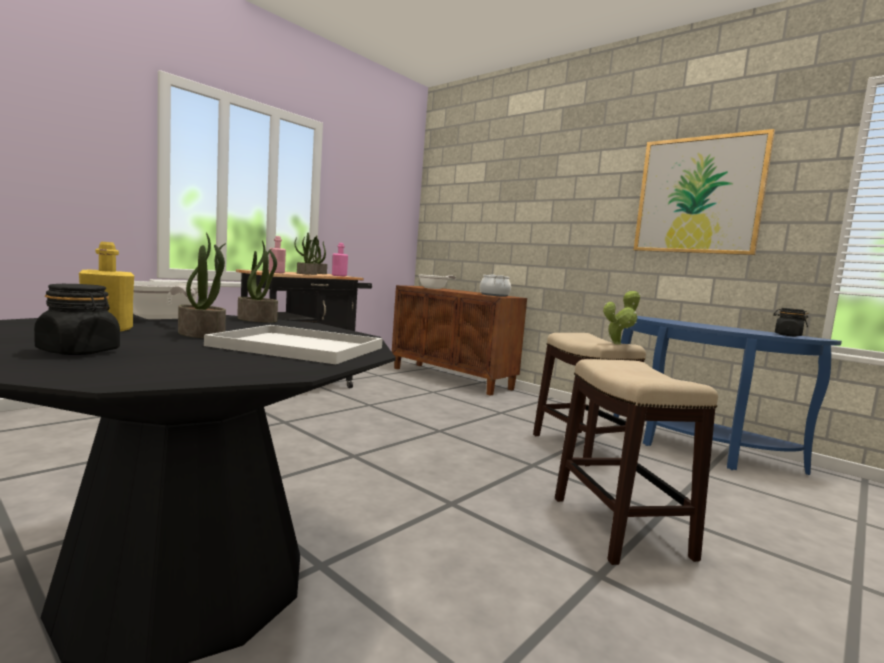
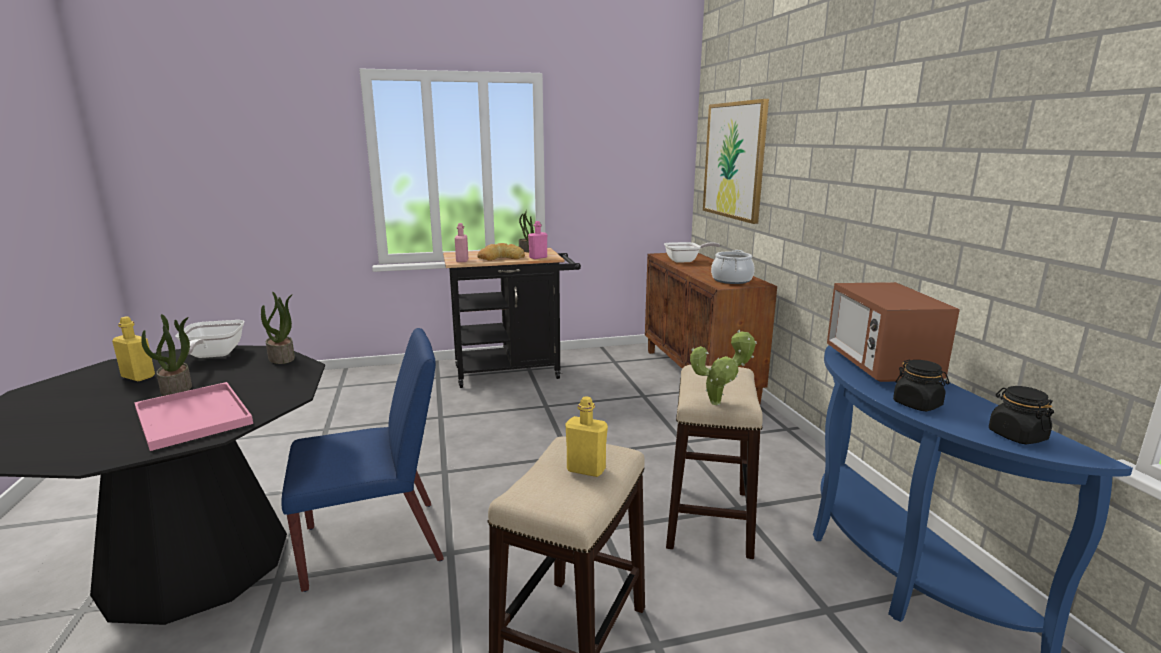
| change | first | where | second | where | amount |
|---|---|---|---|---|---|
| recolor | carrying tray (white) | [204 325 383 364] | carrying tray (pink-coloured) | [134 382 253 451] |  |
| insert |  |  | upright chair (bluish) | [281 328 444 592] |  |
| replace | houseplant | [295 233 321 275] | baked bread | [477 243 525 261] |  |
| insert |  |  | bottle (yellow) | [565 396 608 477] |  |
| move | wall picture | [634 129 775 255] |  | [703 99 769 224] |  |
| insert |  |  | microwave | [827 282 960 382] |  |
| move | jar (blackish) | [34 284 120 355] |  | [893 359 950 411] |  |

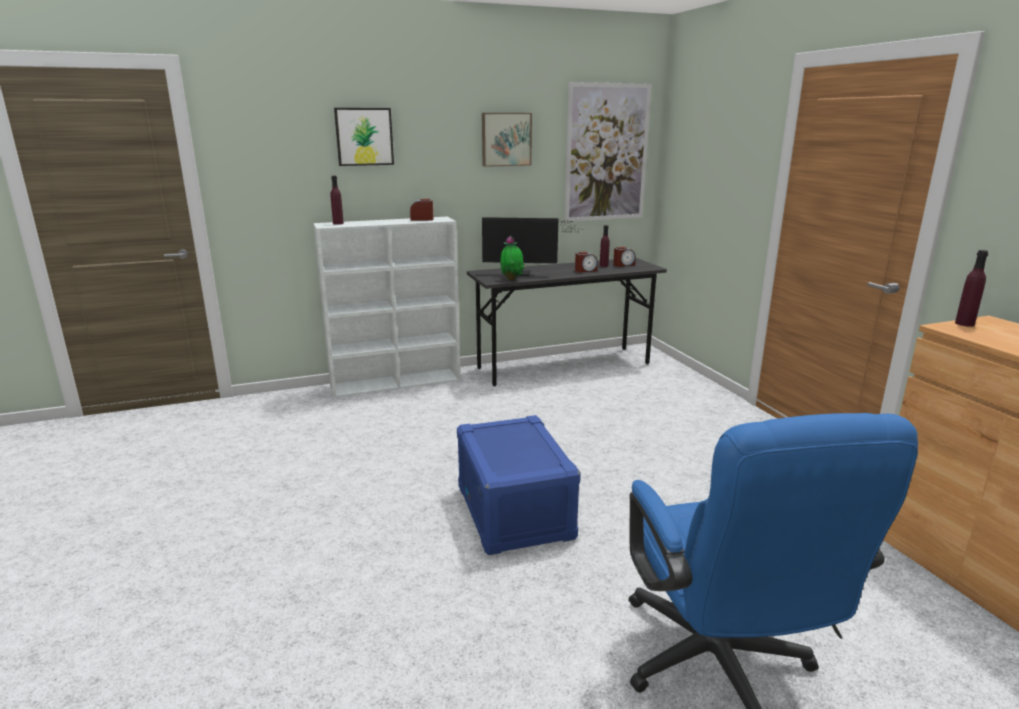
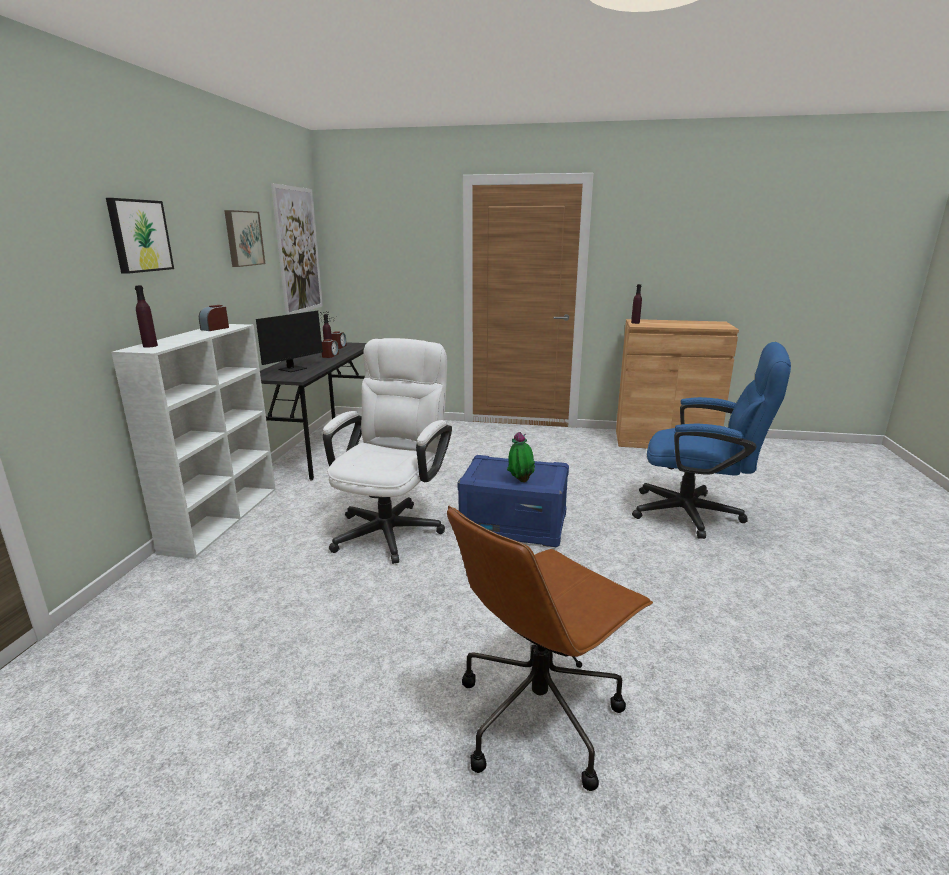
| change | first | where | second | where | amount |
|---|---|---|---|---|---|
| insert |  |  | desk chair (white) | [323 338 452 564] |  |
| insert |  |  | desk chair (brown) | [447 505 653 791] |  |
| move | houseplant | [501 236 524 281] |  | [507 432 535 482] |  |

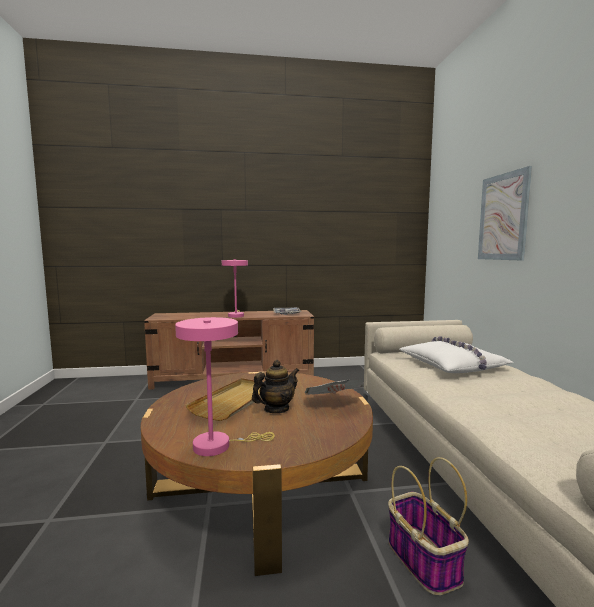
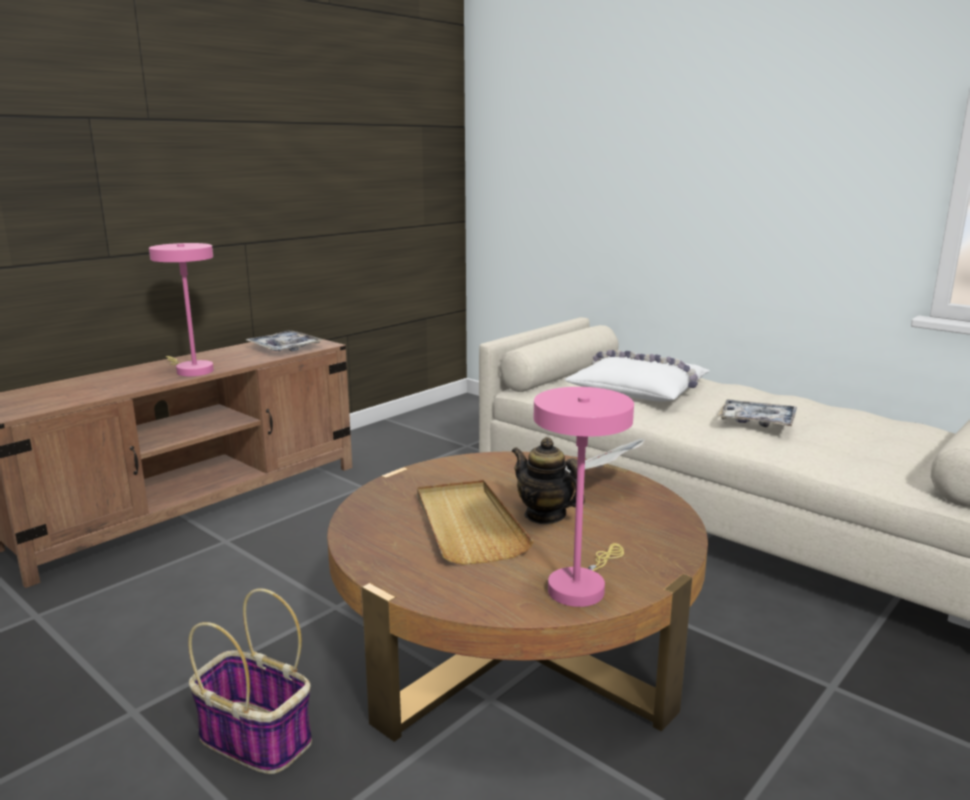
| change | first | where | second | where | amount |
|---|---|---|---|---|---|
| move | basket | [388 457 469 595] |  | [188 588 312 774] |  |
| rotate | teapot | [252 360 299 413] |  | [512 437 585 524] | 60 degrees counterclockwise |
| insert |  |  | carrying tray | [717 399 797 427] |  |
| delete | wall picture | [478 166 532 261] |  |  |  |

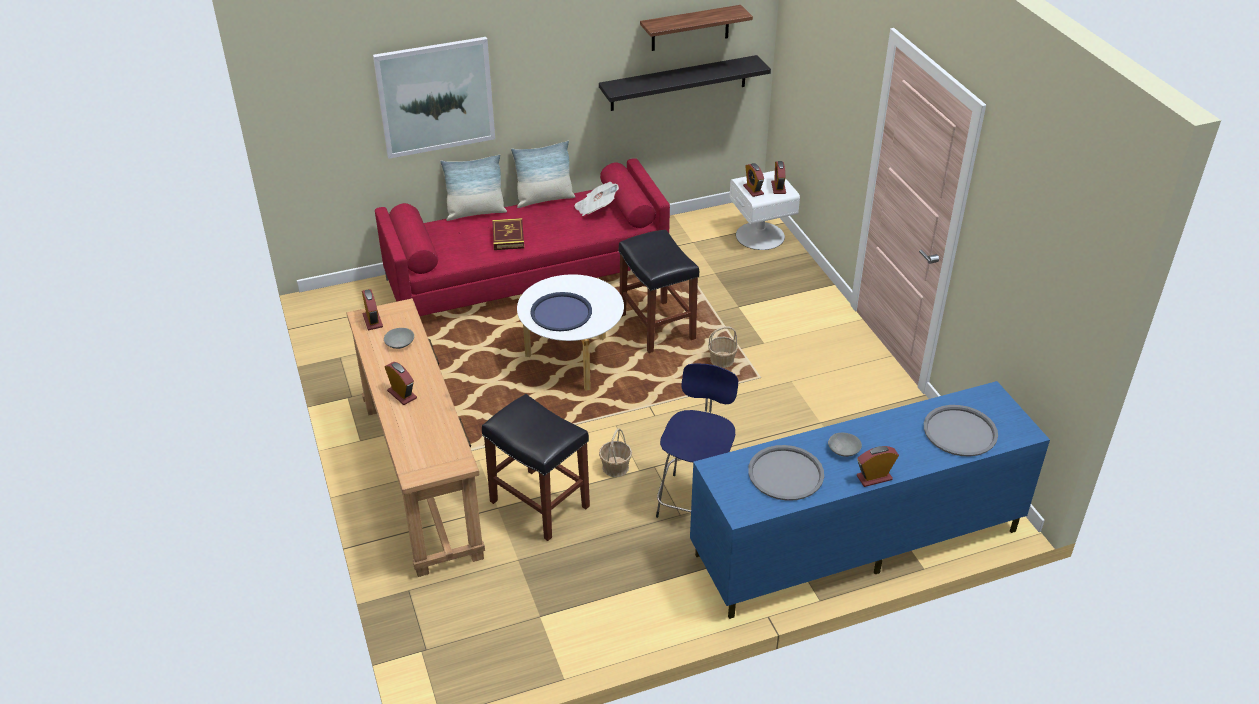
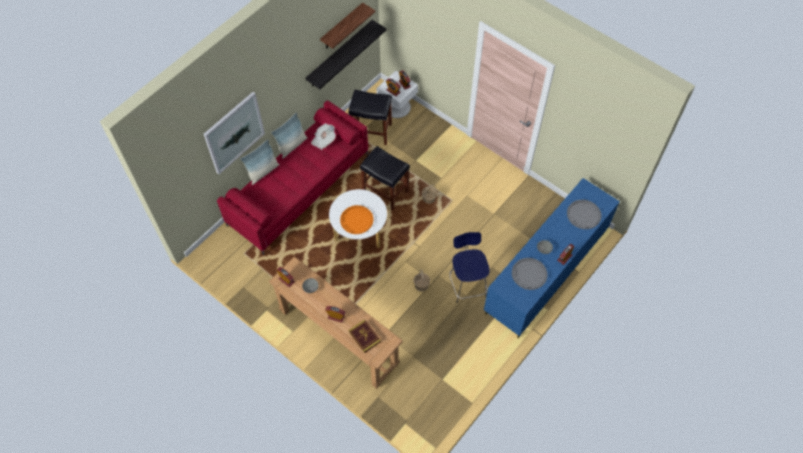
| change | first | where | second | where | amount |
|---|---|---|---|---|---|
| recolor | carrying tray (bluish) | [530 292 592 331] | carrying tray (orange) | [340 205 374 234] |  |
| move | stool seat (blackish) | [482 394 590 541] |  | [348 90 392 145] |  |
| move | book | [492 218 524 250] |  | [348 320 381 353] |  |

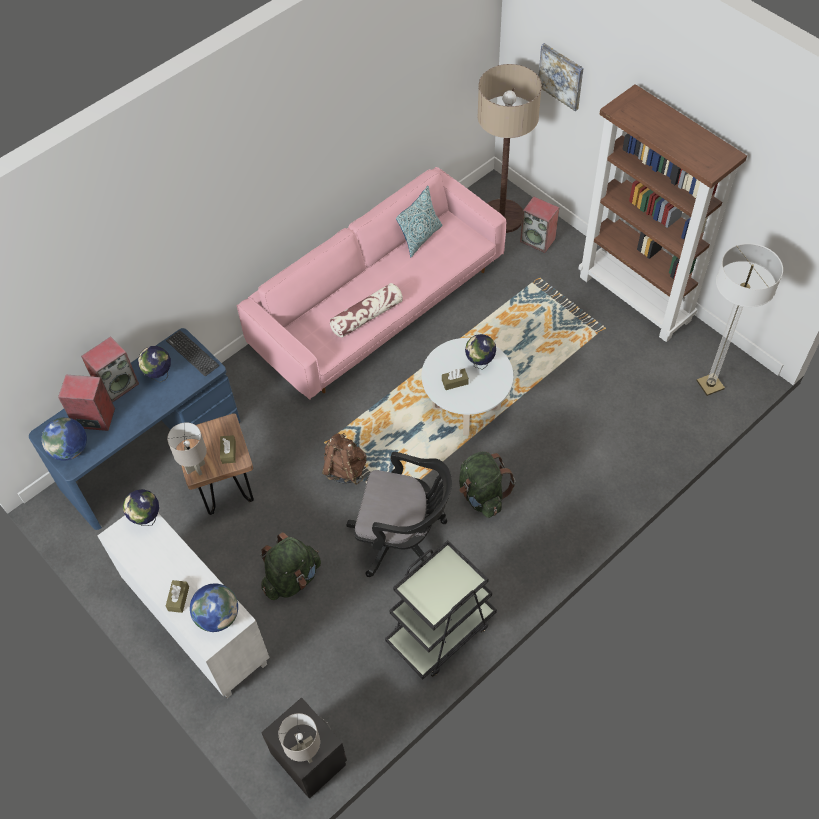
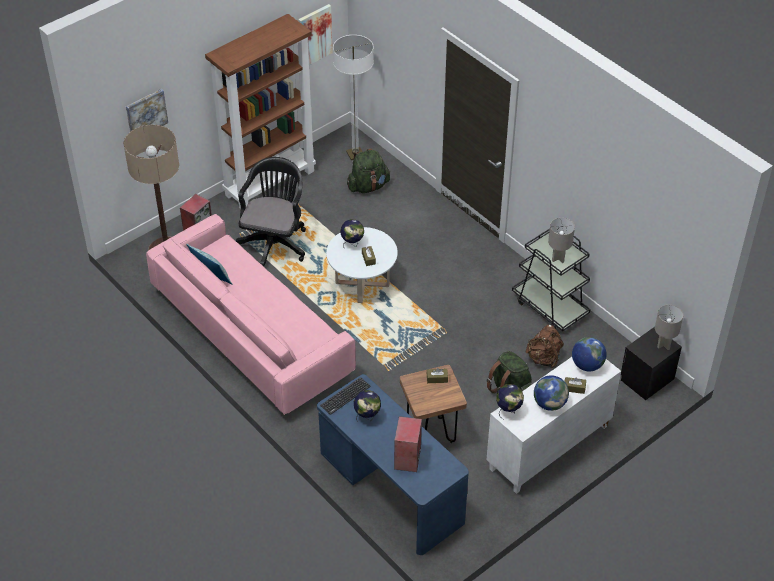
| change | first | where | second | where | amount |
|---|---|---|---|---|---|
| move | desk chair (blackish) | [346 452 452 577] |  | [236 157 306 267] |  |
| insert |  |  | wall picture | [298 4 333 65] |  |
| move | backpack (green-coloured) | [459 452 516 518] |  | [347 149 390 193] |  |
| move | backpack (brown) | [322 433 367 485] |  | [525 325 564 369] |  |
| move | globe | [42 417 87 461] |  | [534 375 569 411] |  |
| move | lamp for a table (gray) | [167 422 207 476] |  | [548 218 575 263] |  |
| delete | audio speaker | [81 336 139 403] |  |  |  |
| delete | cushion | [330 283 403 338] |  |  |  |

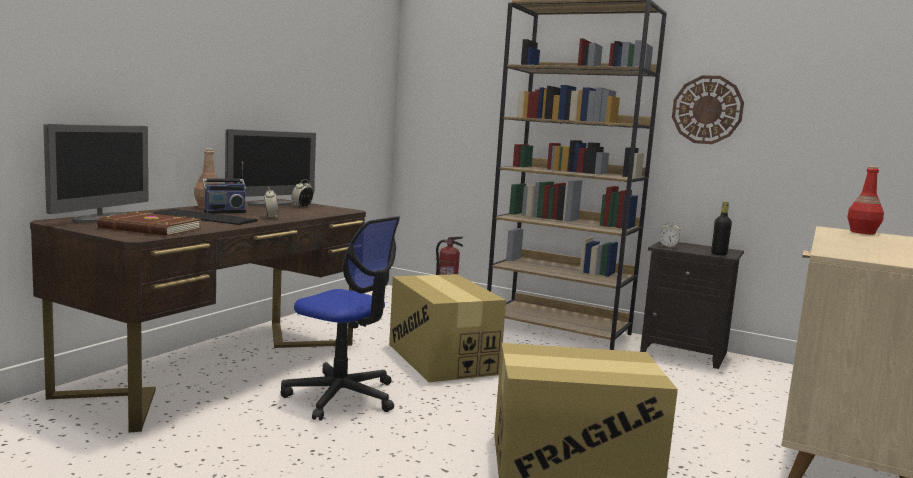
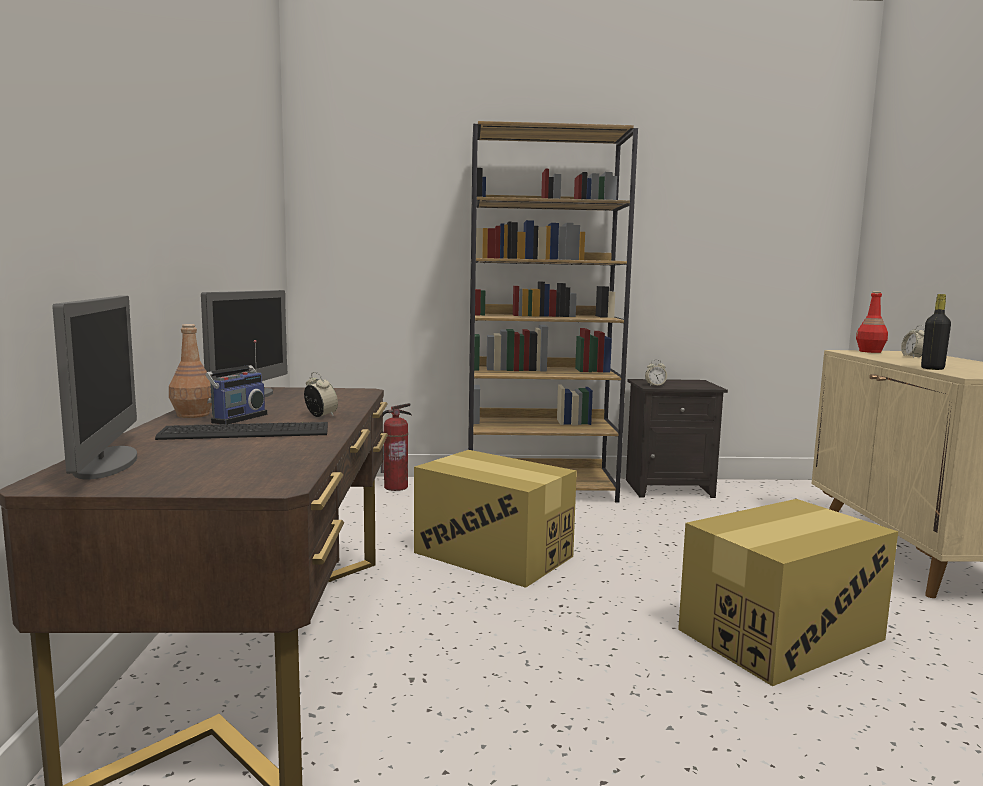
| change | first | where | second | where | amount |
|---|---|---|---|---|---|
| move | alarm clock | [291 179 313 207] |  | [901 325 925 357] |  |
| move | bottle (blackish) | [711 201 732 256] |  | [921 294 951 370] |  |
| delete | book (brown) | [97 212 201 236] |  |  |  |
| delete | desk chair | [281 216 400 421] |  |  |  |
| delete | wall clock | [672 75 744 144] |  |  |  |

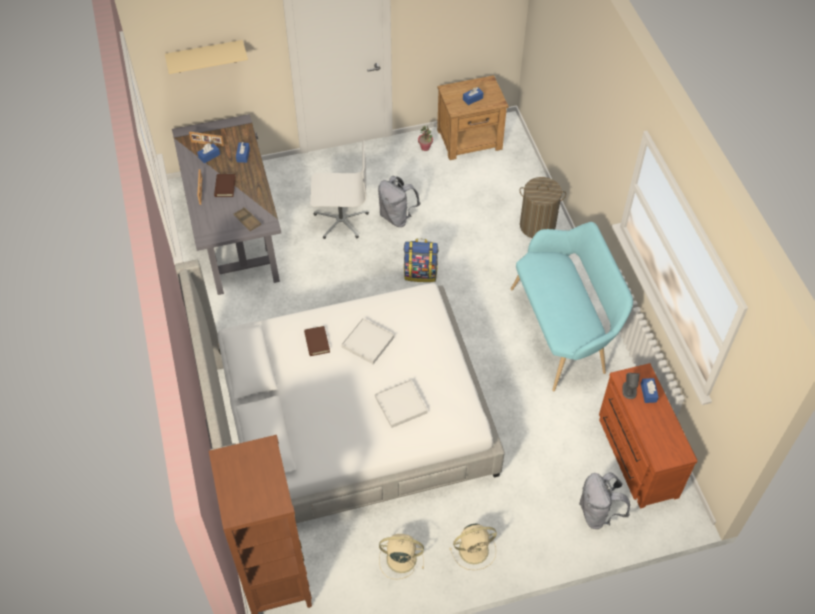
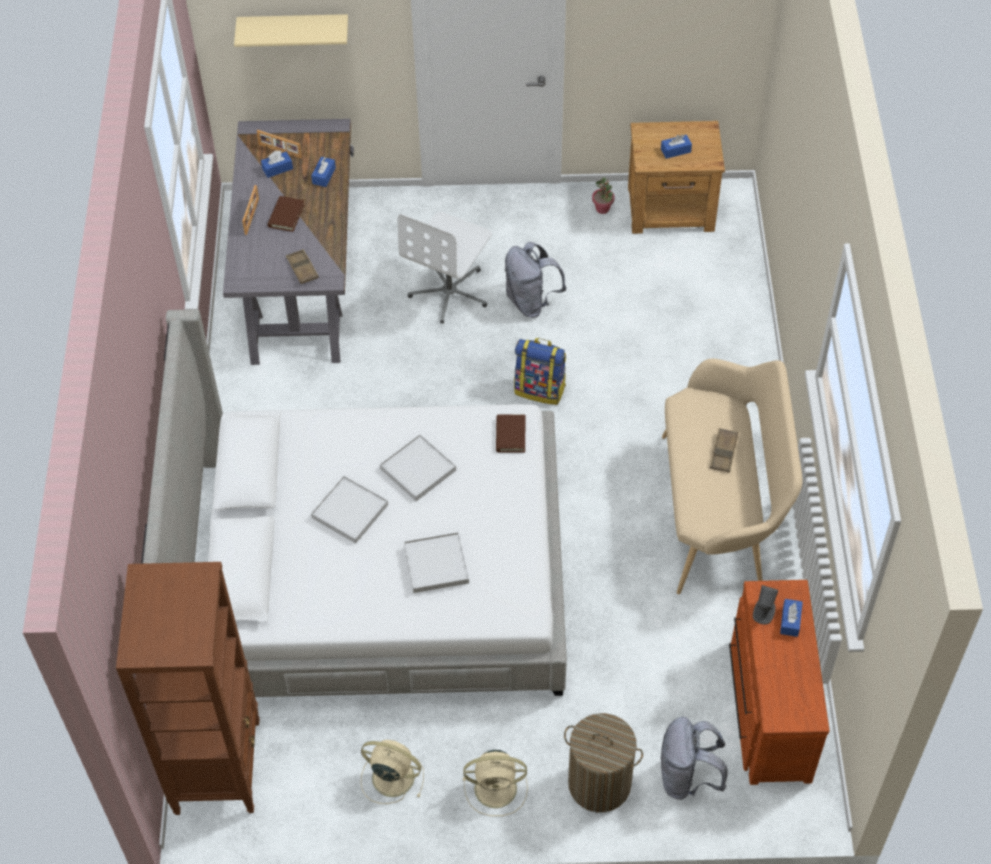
| change | first | where | second | where | amount |
|---|---|---|---|---|---|
| insert |  |  | carrying tray (white) | [311 476 388 543] |  |
| rotate | desk chair (white) | [310 140 369 239] |  | [398 212 492 324] | 105 degrees clockwise |
| move | book (brown) | [304 326 330 356] |  | [496 415 525 453] |  |
| move | hamper | [519 177 566 238] |  | [564 713 643 812] |  |
| recolor | bench (blue-green) | [511 222 633 391] | bench (beige) | [662 358 802 594] |  |
| insert |  |  | carrying tray (brown) | [710 428 739 473] |  |

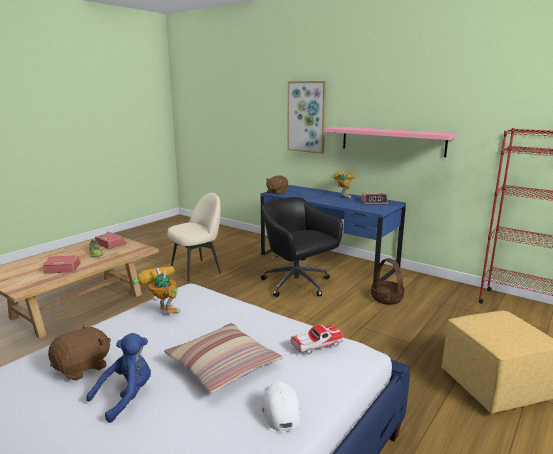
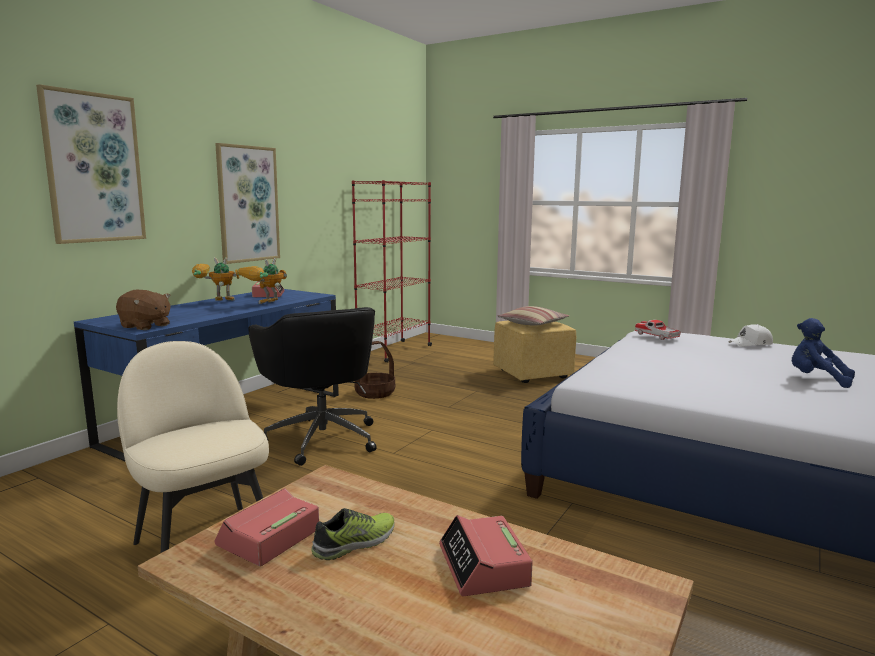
| change | first | where | second | where | amount |
|---|---|---|---|---|---|
| replace | bracket shelf (pink-coloured) | [324 127 458 157] | wall picture | [215 143 280 264] |  |
| move | model robot | [133 266 180 314] |  | [237 258 287 304] |  |
| rotate | desk chair (blackish) | [261 197 343 297] |  | [249 307 376 466] | 75 degrees counterclockwise |
| move | cushion | [164 323 283 394] |  | [497 306 569 326] |  |
| delete | cuddly toy (brown) | [48 325 111 381] |  |  |  |

